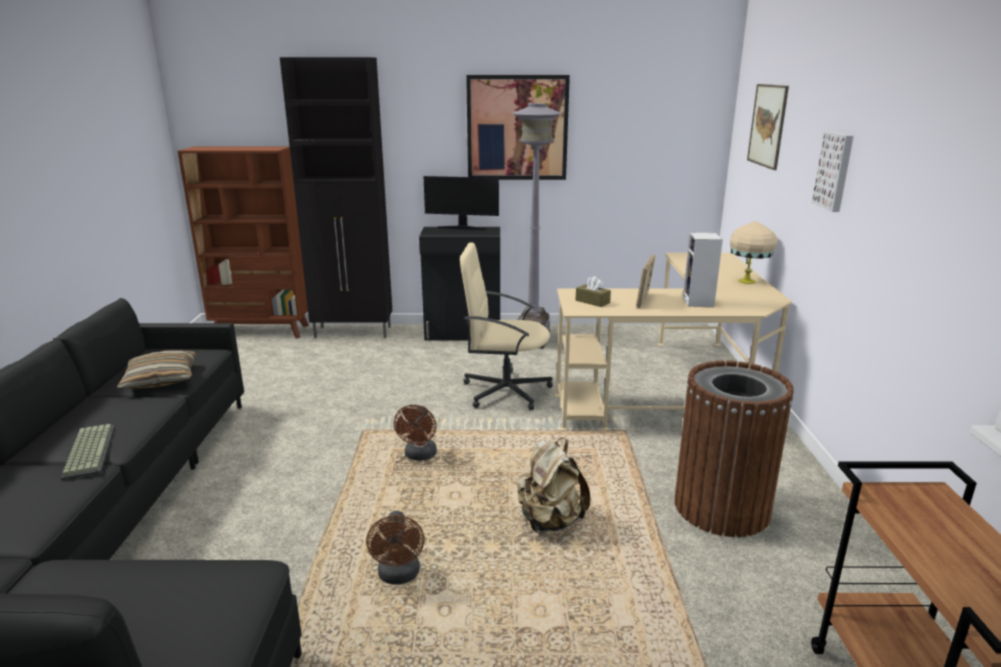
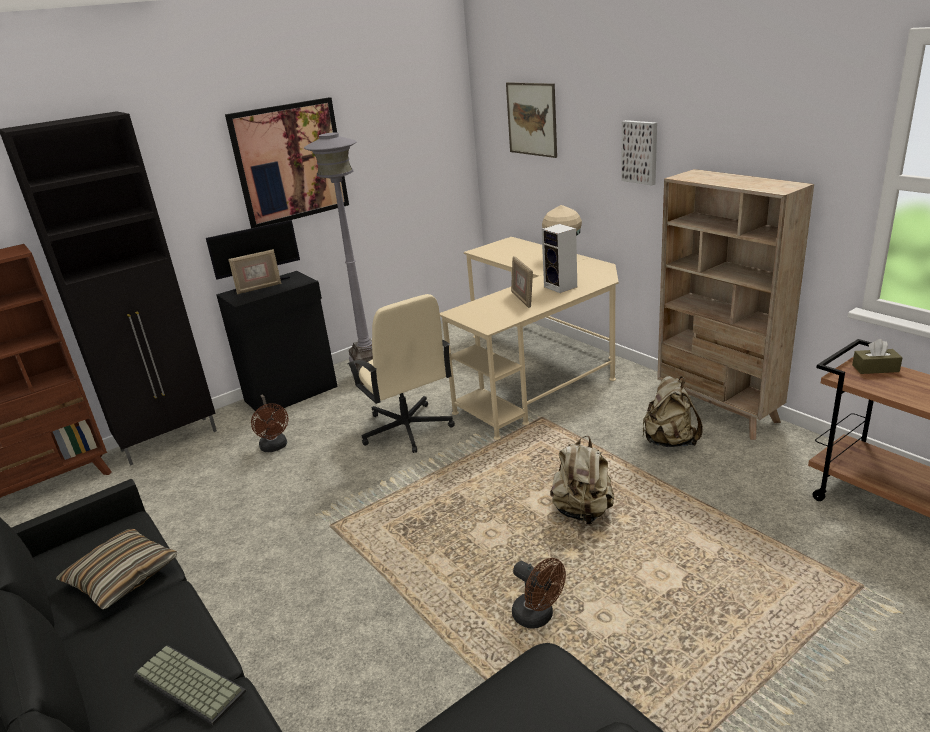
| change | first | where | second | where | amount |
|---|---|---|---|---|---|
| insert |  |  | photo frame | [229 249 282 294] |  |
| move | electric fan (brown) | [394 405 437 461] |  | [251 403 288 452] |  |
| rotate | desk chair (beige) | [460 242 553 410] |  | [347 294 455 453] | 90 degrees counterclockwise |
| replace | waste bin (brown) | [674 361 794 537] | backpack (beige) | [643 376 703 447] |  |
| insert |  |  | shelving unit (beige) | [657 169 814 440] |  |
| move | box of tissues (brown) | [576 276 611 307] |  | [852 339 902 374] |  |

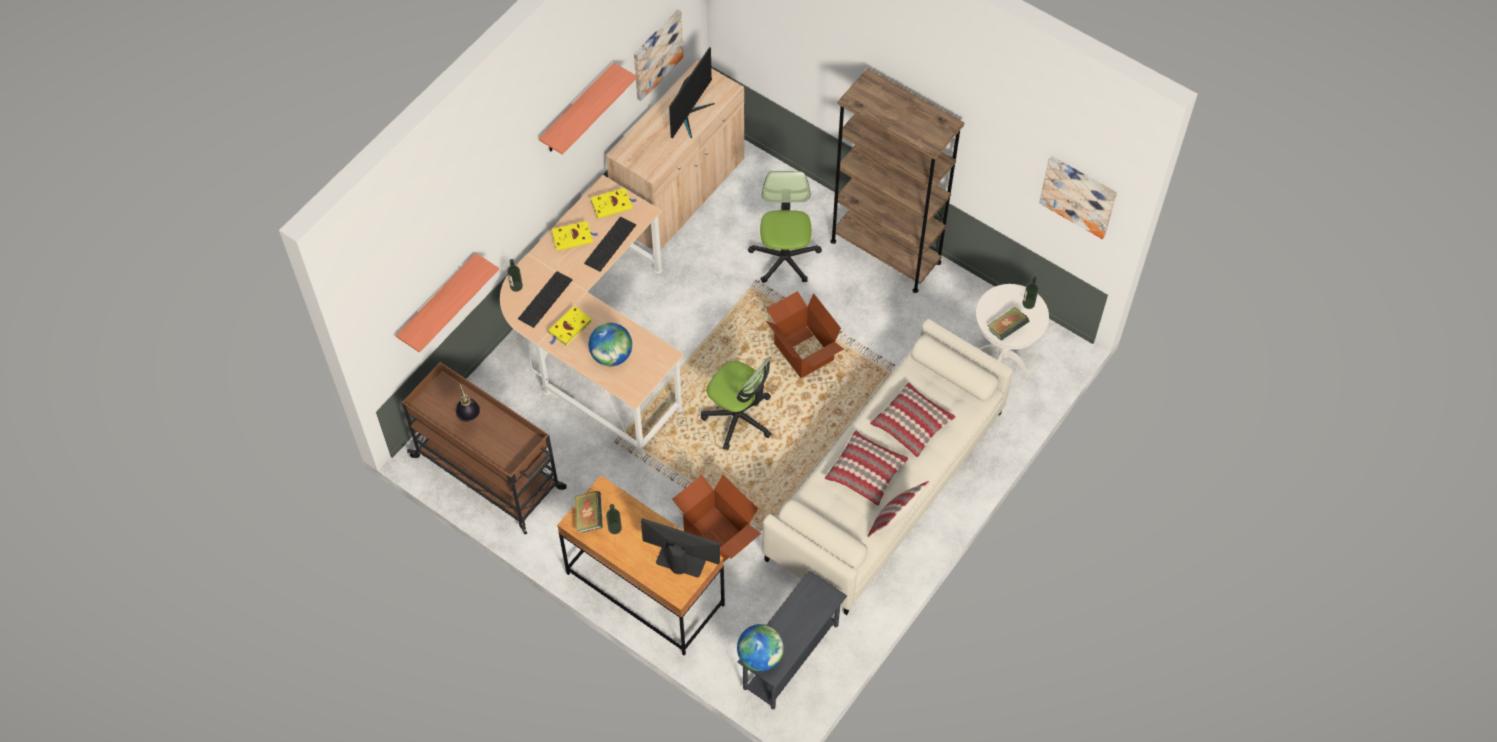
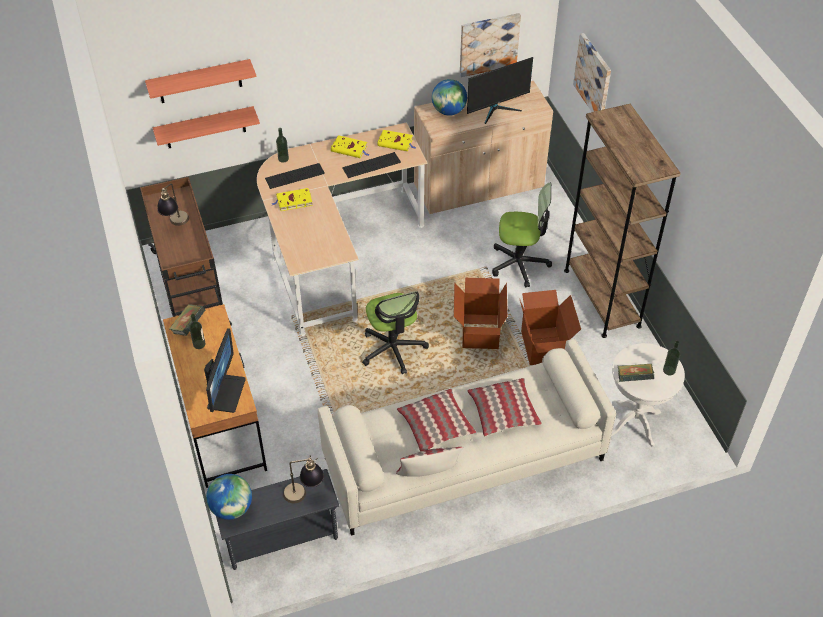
| change | first | where | second | where | amount |
|---|---|---|---|---|---|
| move | bracket shelf | [538 62 637 155] |  | [145 59 257 103] |  |
| rotate | monitor | [641 518 720 577] |  | [204 328 246 413] | 45 degrees clockwise |
| insert |  |  | lamp for a table | [283 455 324 503] |  |
| move | globe | [589 323 632 366] |  | [432 79 467 116] |  |
| rotate | desk chair | [748 171 822 283] |  | [492 183 552 288] | 60 degrees clockwise |
| move | cardboard box | [672 475 761 562] |  | [520 290 581 365] |  |
| move | wall picture | [1039 156 1117 239] |  | [573 33 611 112] |  |

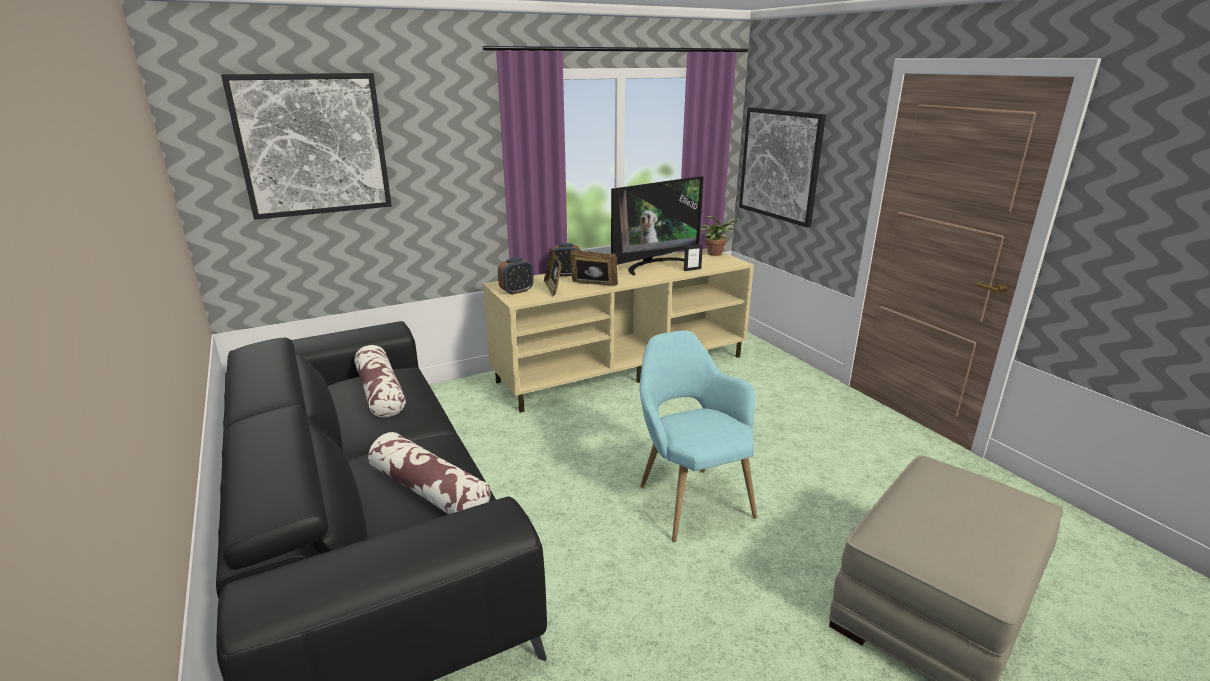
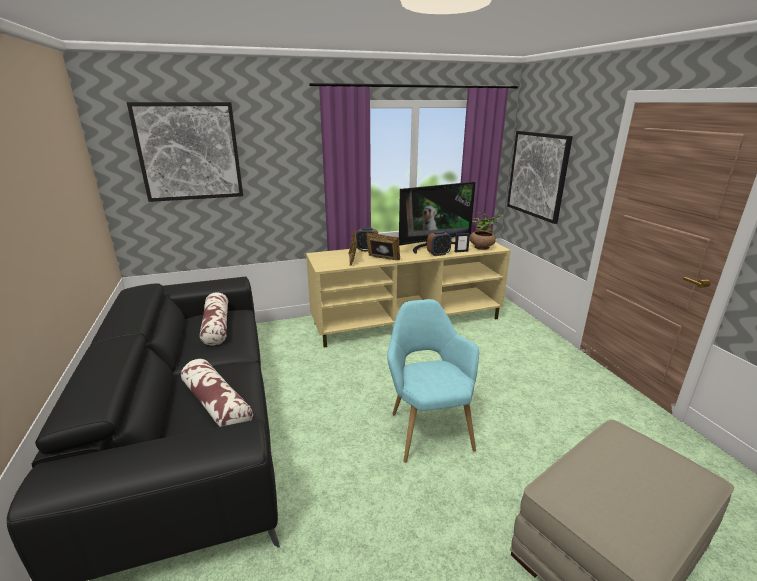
| change | first | where | second | where | amount |
|---|---|---|---|---|---|
| move | alarm clock | [498 257 534 295] |  | [427 231 452 256] |  |
| insert |  |  | deep dish (brown) | [470 231 496 250] |  |

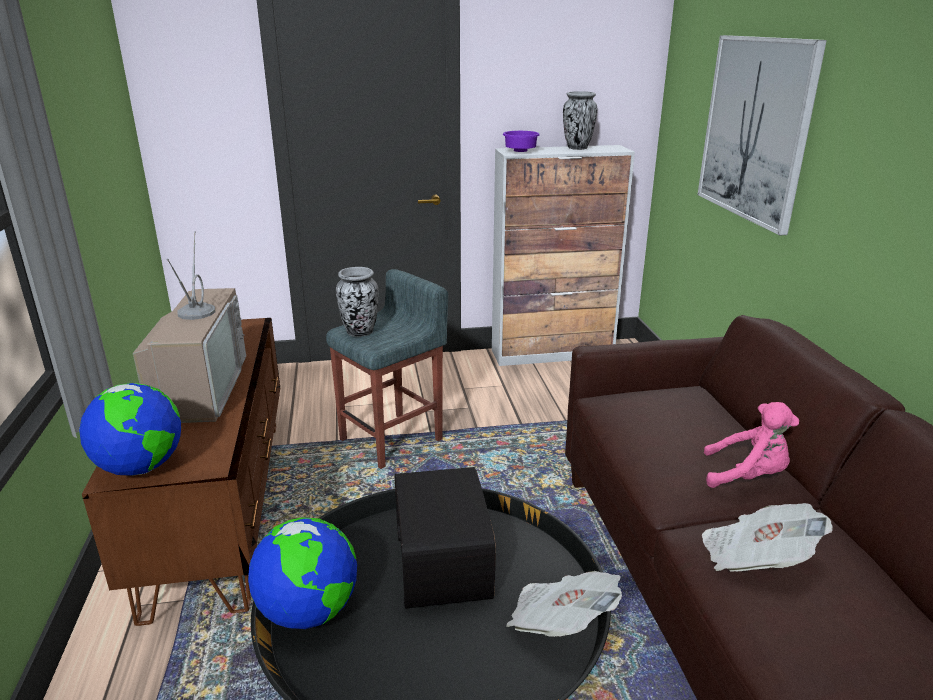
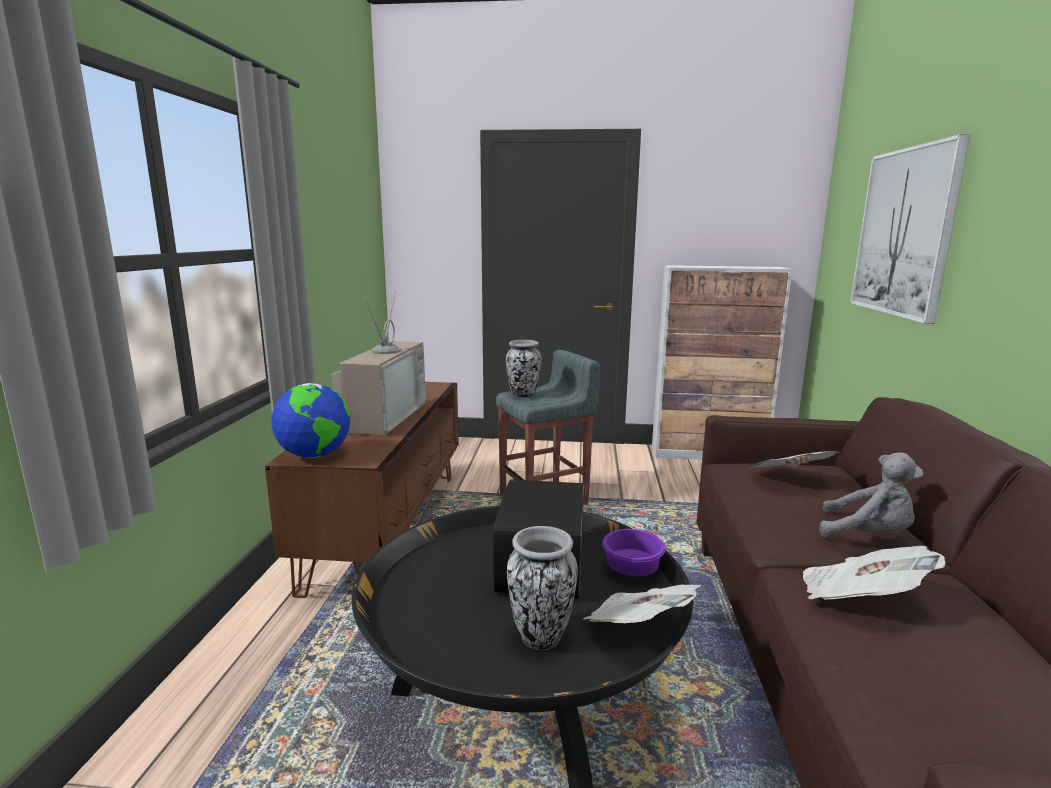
| change | first | where | second | where | amount |
|---|---|---|---|---|---|
| move | decorative vase | [563 91 597 150] |  | [507 526 578 650] |  |
| move | deep dish (purple-coloured) | [503 131 539 152] |  | [602 529 665 576] |  |
| insert |  |  | printed paper | [748 451 839 468] |  |
| recolor | cuddly toy (pink-coloured) | [704 402 799 488] | cuddly toy (gray) | [819 452 924 538] |  |
| delete | globe | [248 517 357 629] |  |  |  |

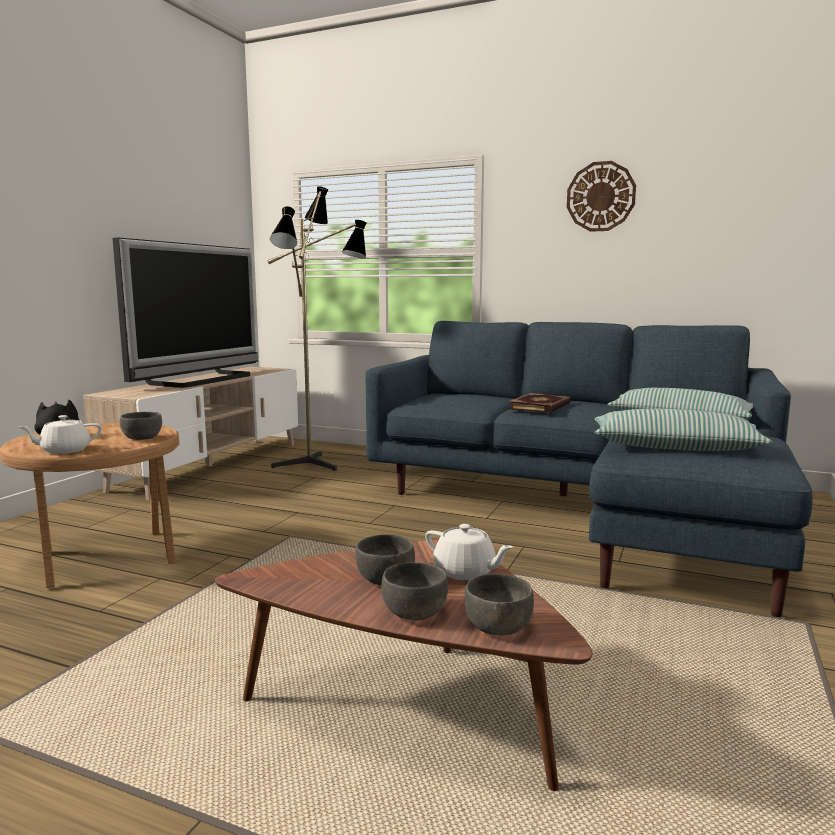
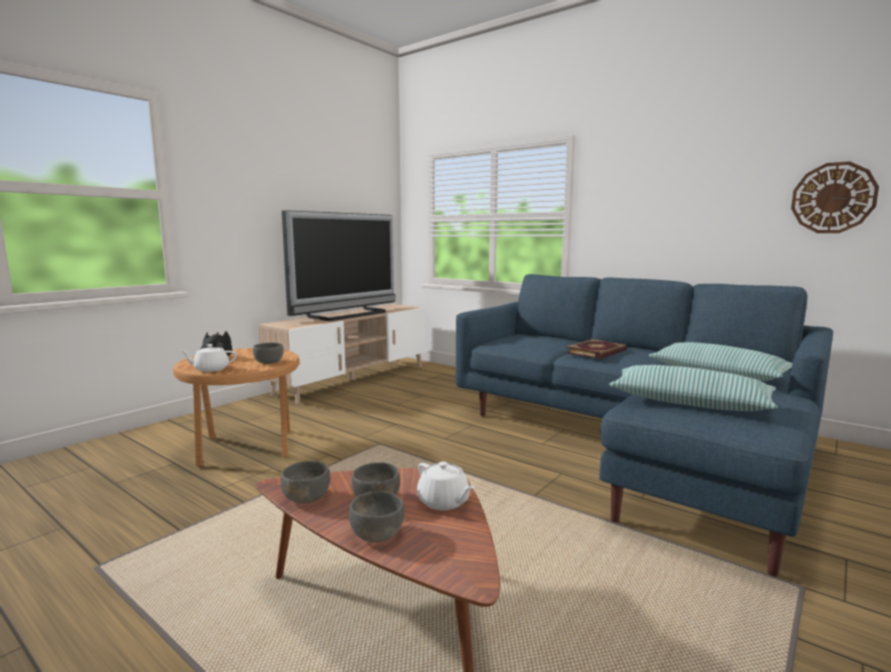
| change | first | where | second | where | amount |
|---|---|---|---|---|---|
| move | deep dish (gray) | [464 574 534 635] |  | [281 461 330 503] |  |
| move | wall clock | [567 161 636 232] |  | [791 161 879 233] |  |
| delete | standard lamp | [267 186 367 471] |  |  |  |

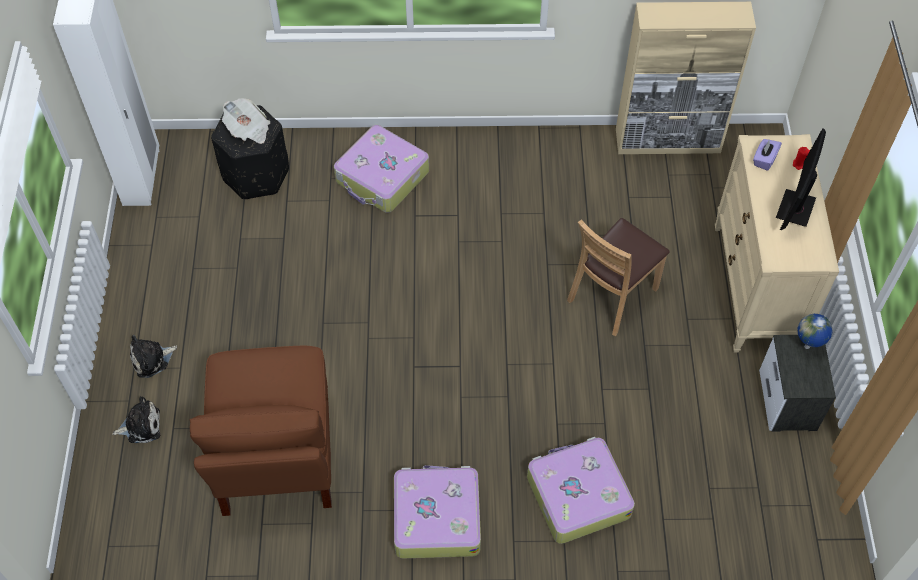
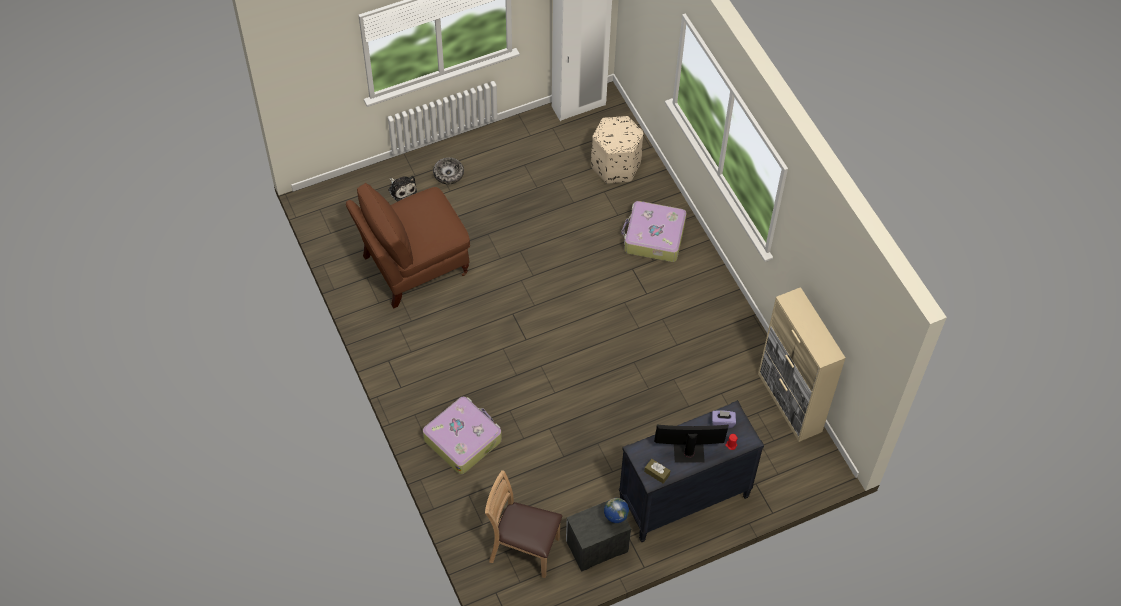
| change | first | where | second | where | amount |
|---|---|---|---|---|---|
| replace | cuddly toy | [130 335 177 378] | deep dish | [433 157 464 184] |  |
| move | upright chair (brown) | [567 218 670 336] |  | [485 470 562 578] |  |
| recolor | ottoman (blackish) | [211 105 289 199] | ottoman (beige) | [591 116 644 183] |  |
| recolor | dresser (beige) | [715 134 839 352] | dresser (blackish) | [619 400 764 543] |  |
| insert |  |  | box of tissues (brown) | [644 459 671 484] |  |
| delete | printed paper | [222 98 270 144] |  |  |  |
| delete | piece of luggage | [394 465 481 558] |  |  |  |

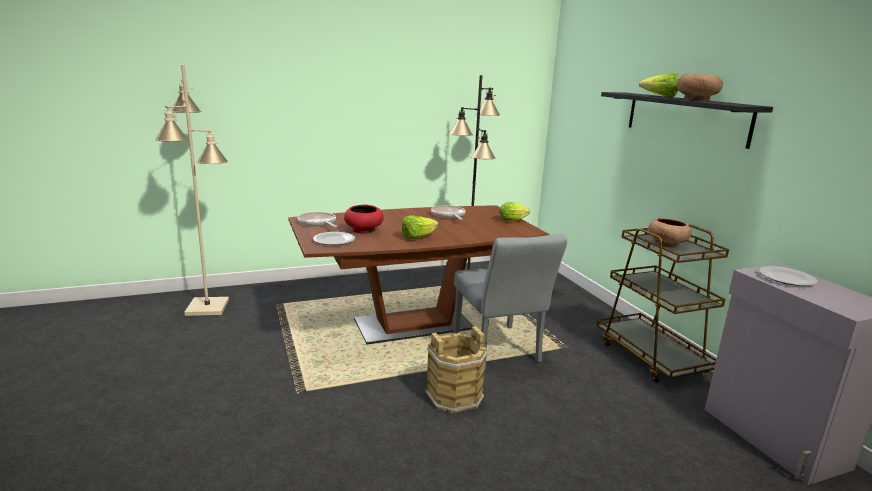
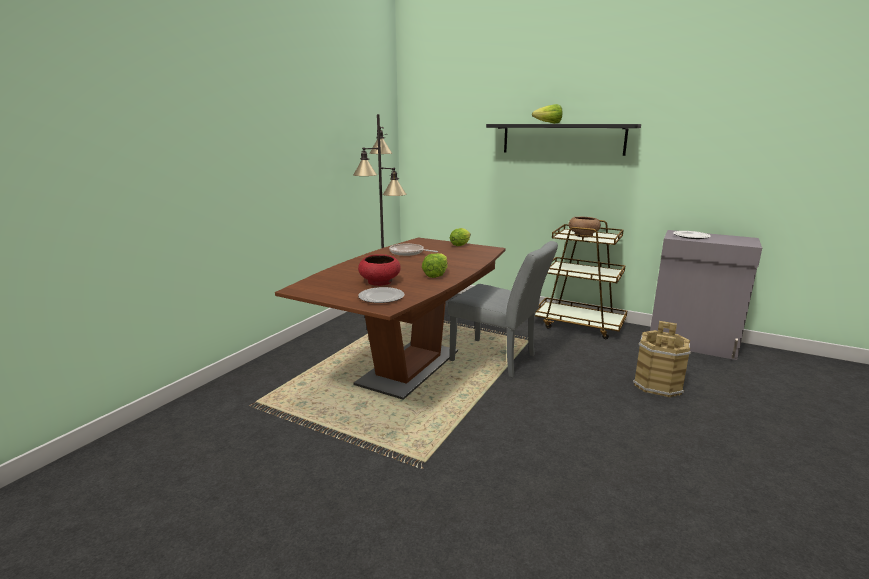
| change | first | where | second | where | amount |
|---|---|---|---|---|---|
| move | water bucket (brown) | [425 326 487 414] |  | [633 321 691 397] |  |
| delete | standard lamp (beige) | [155 65 229 316] |  |  |  |
| delete | pan | [298 212 337 227] |  |  |  |
| delete | deep dish (brown) | [677 74 723 101] |  |  |  |

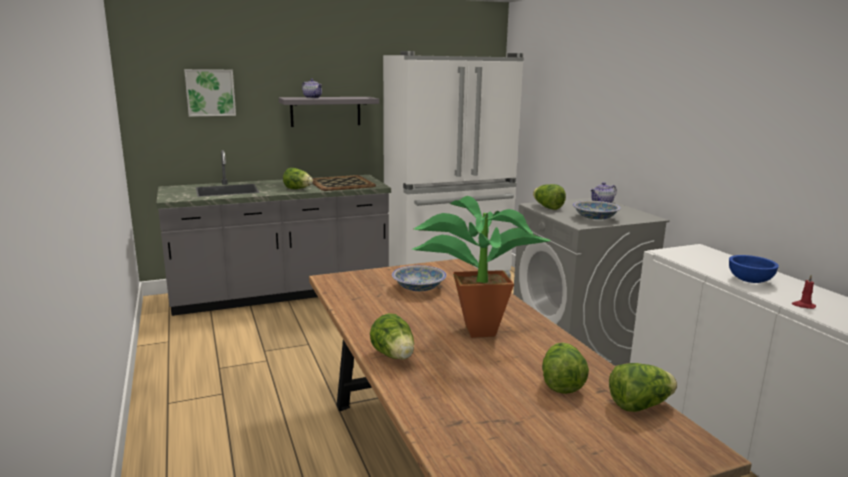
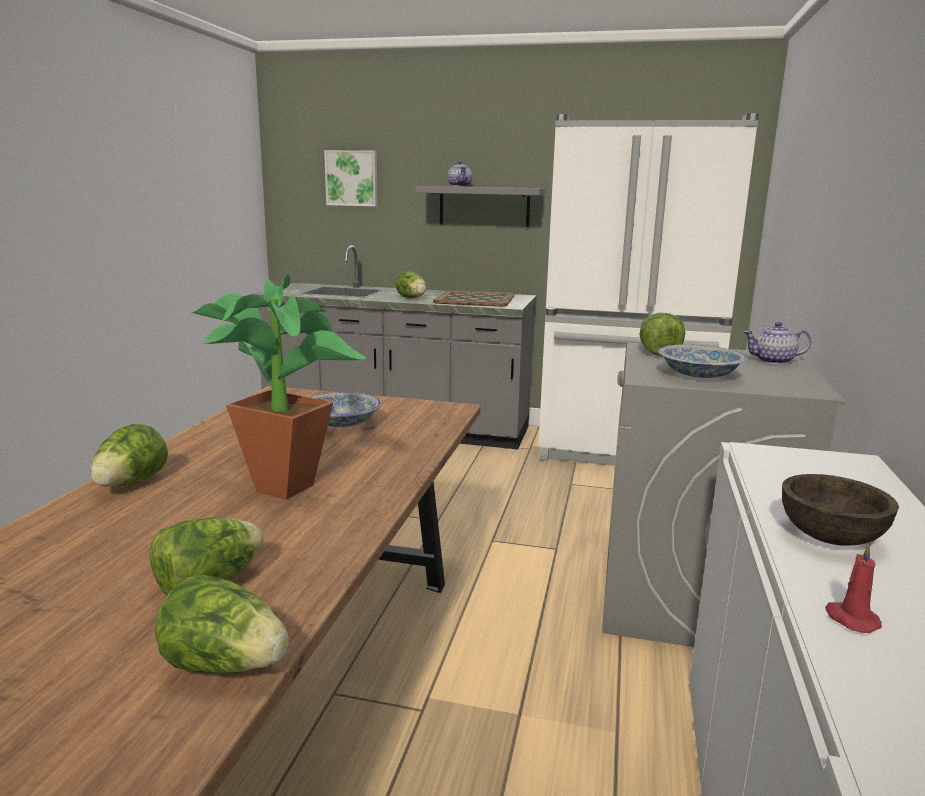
| change | first | where | second | where | amount |
|---|---|---|---|---|---|
| recolor | deep dish (bluish) | [729 255 779 283] | deep dish (brown) | [782 474 899 546] |  |

